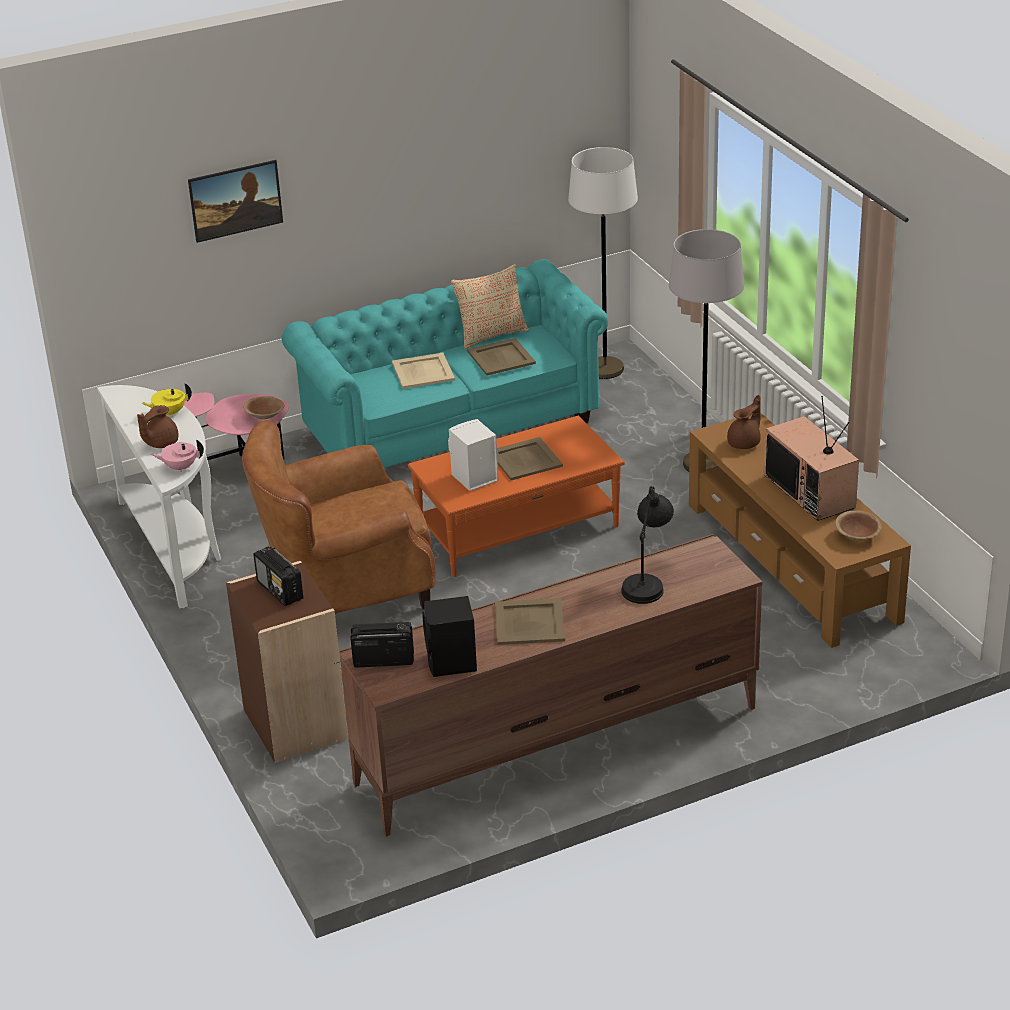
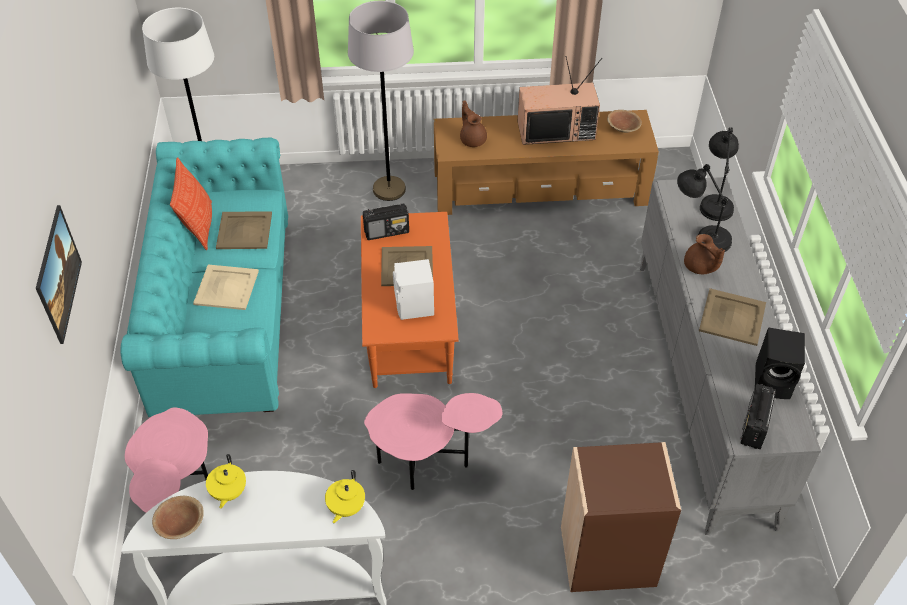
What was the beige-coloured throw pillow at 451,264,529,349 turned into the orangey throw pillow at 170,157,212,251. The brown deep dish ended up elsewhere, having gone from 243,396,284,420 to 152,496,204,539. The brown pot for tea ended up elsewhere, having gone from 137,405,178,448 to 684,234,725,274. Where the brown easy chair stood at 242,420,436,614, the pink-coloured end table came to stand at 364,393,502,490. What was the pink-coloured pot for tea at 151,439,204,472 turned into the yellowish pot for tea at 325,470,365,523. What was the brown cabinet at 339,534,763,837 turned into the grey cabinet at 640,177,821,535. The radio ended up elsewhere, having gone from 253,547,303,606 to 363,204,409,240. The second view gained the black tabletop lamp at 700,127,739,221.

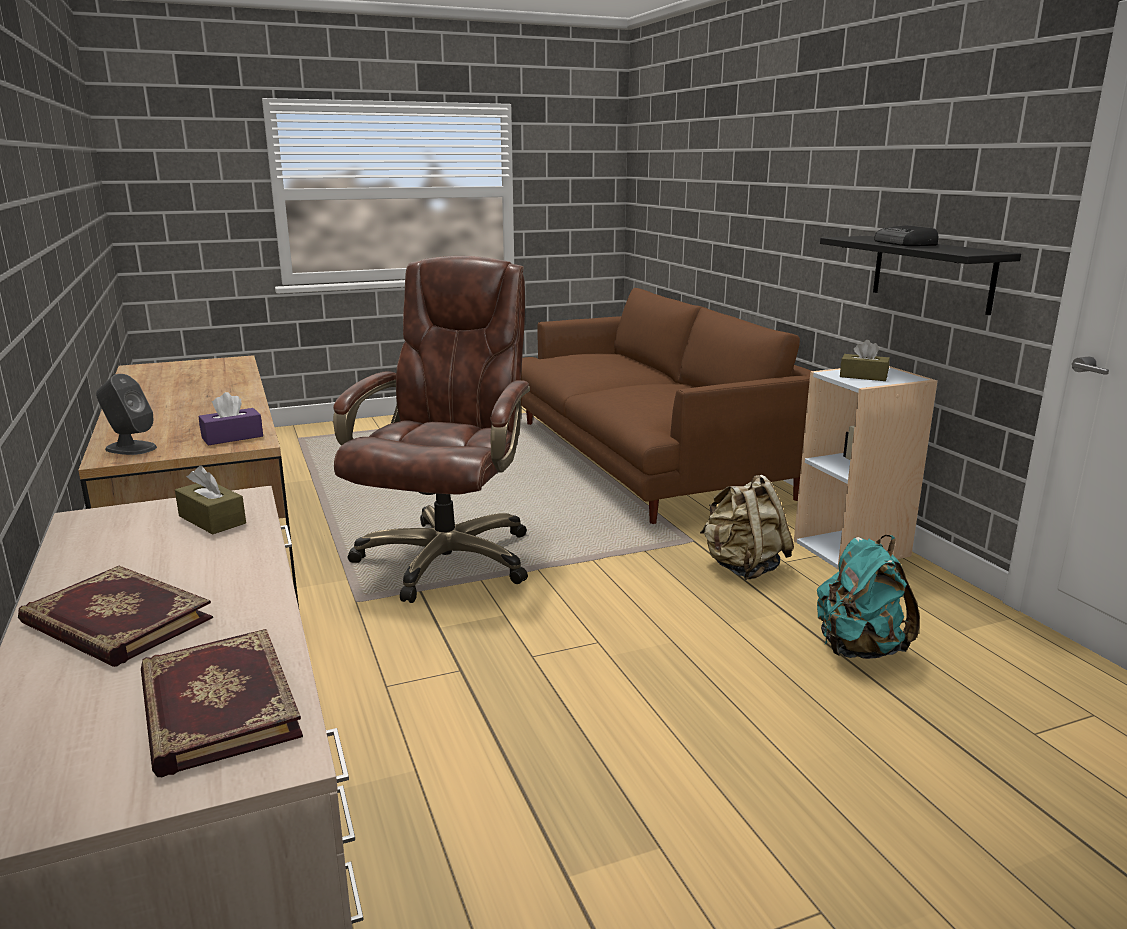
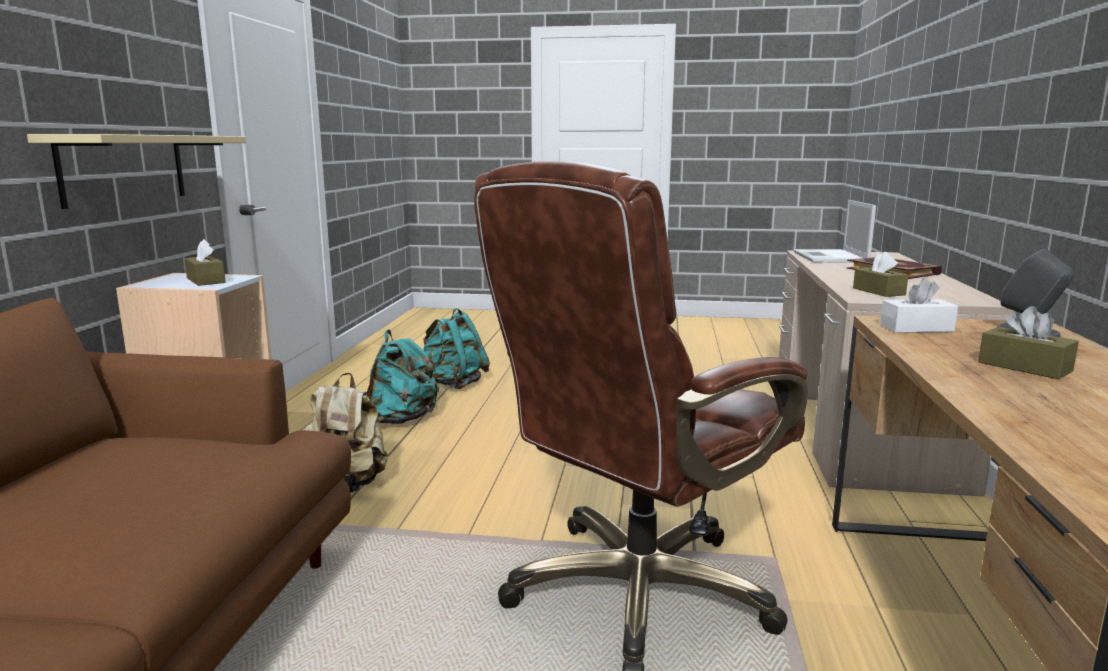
The second view lost the radio at 874,225,938,246. What was the black shelf at 820,236,1021,315 turned into the beige-coloured shelf at 27,134,246,209. What was the purple tissue holder at 198,392,263,445 turned into the white tissue holder at 880,278,958,333. Where the volume stood at 141,629,303,777, the notebook computer came to stand at 793,200,876,263. The second view gained the brown tissue holder at 978,306,1079,379. The second view gained the blue-green backpack at 423,308,490,389.

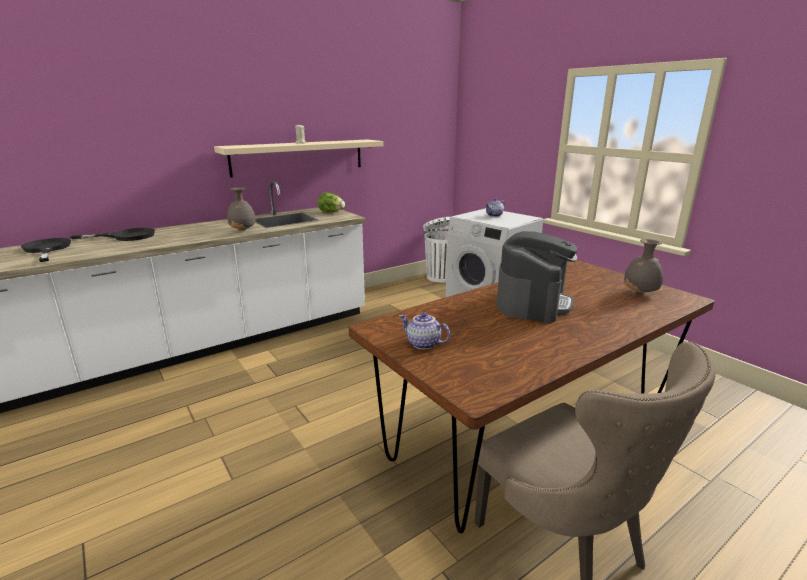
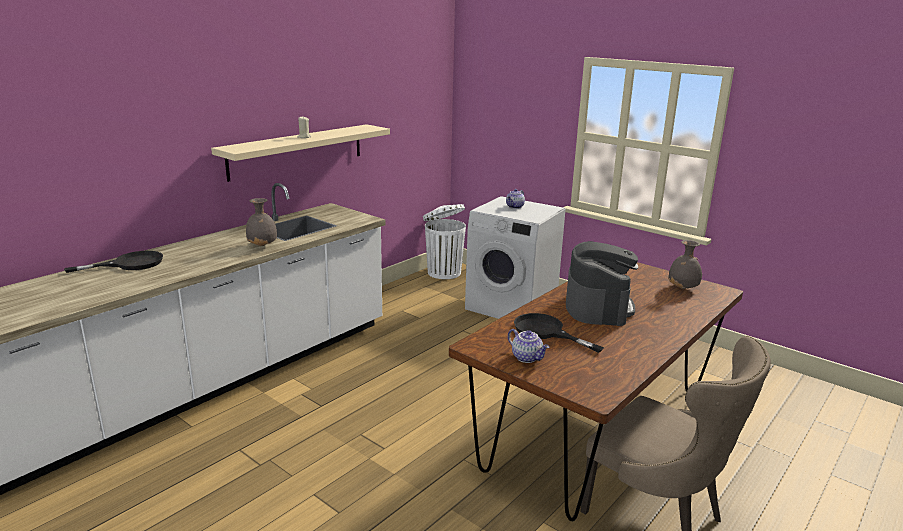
The second view lost the head of lettuce at 318,193,345,212. The black pan ended up elsewhere, having gone from 21,238,71,262 to 514,313,604,353. The pot for tea at 399,313,450,349 ended up facing another way, 150 degrees counterclockwise from before.

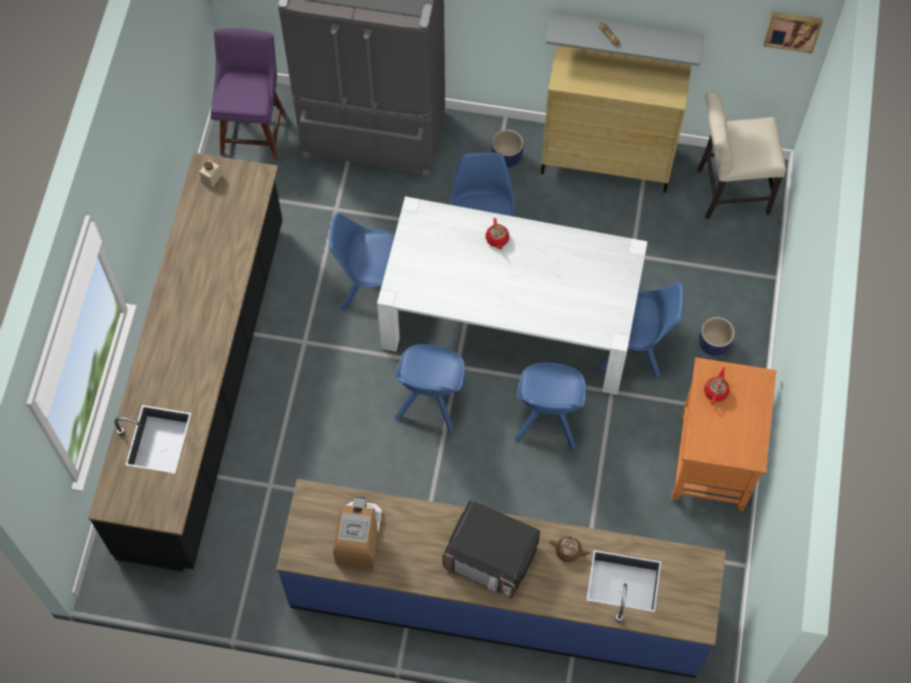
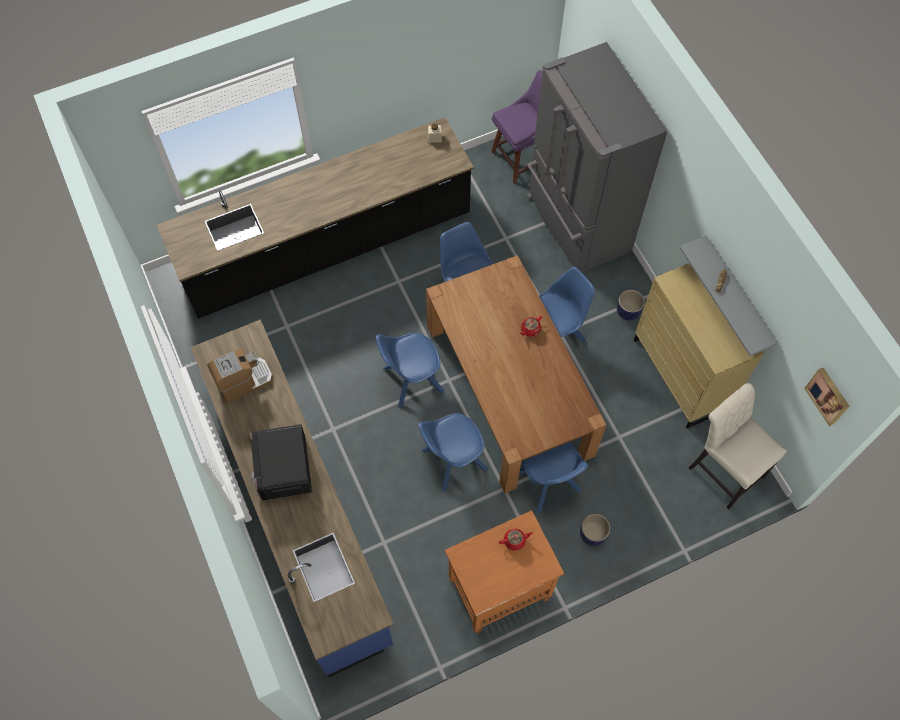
What was the white dinner table at 377,196,648,395 turned into the brown dinner table at 426,255,607,493. The second view lost the brown pot for tea at 550,536,591,563.

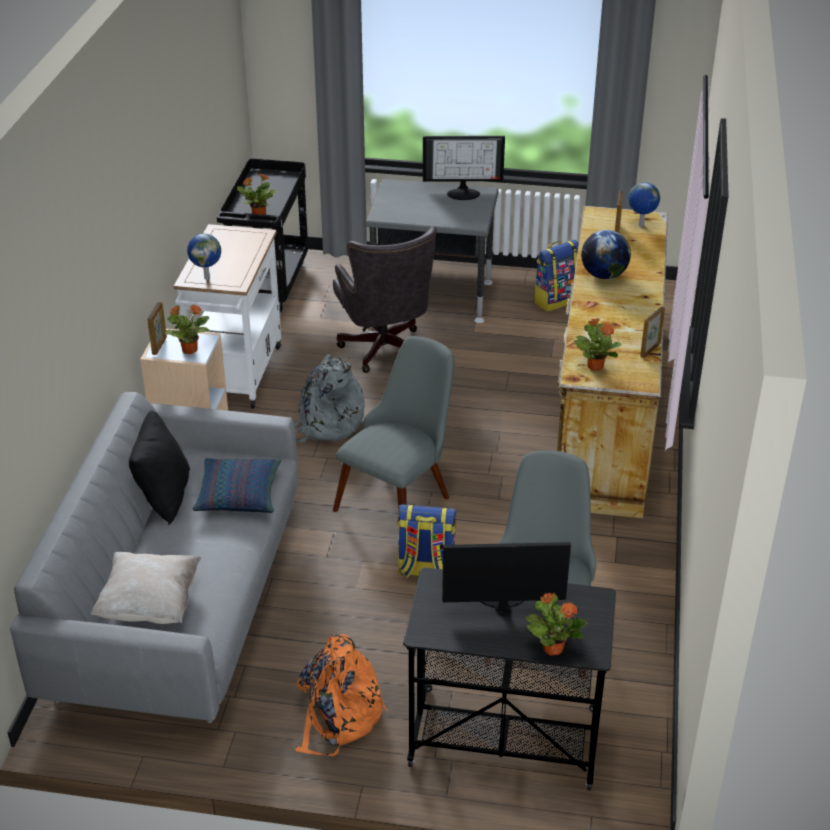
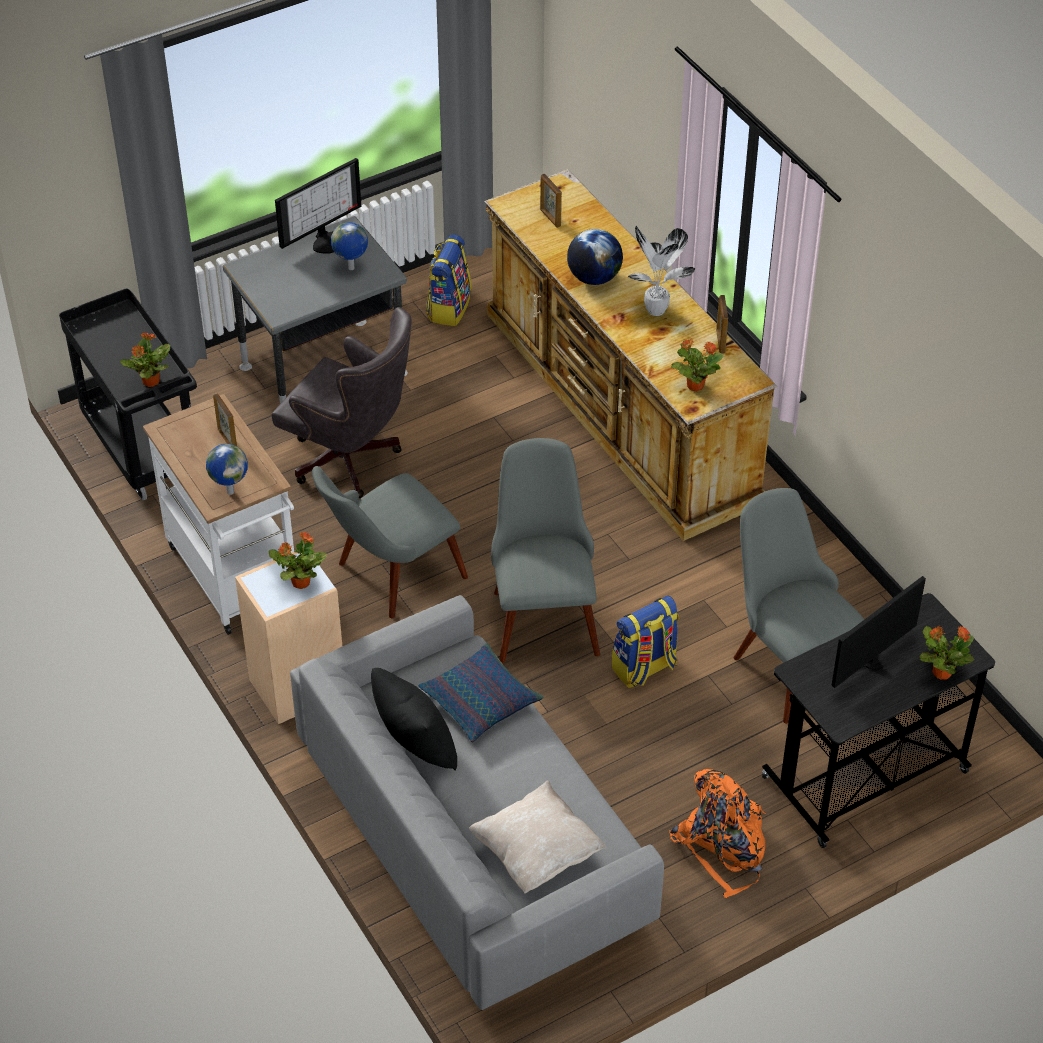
The globe ended up elsewhere, having gone from 628,182,660,227 to 331,222,368,270. The standing frame ended up elsewhere, having gone from 147,302,167,355 to 213,393,237,446. Where the grey backpack stood at 294,354,365,443, the grey upright chair came to stand at 312,466,468,618. The second view gained the houseplant at 628,226,695,316.

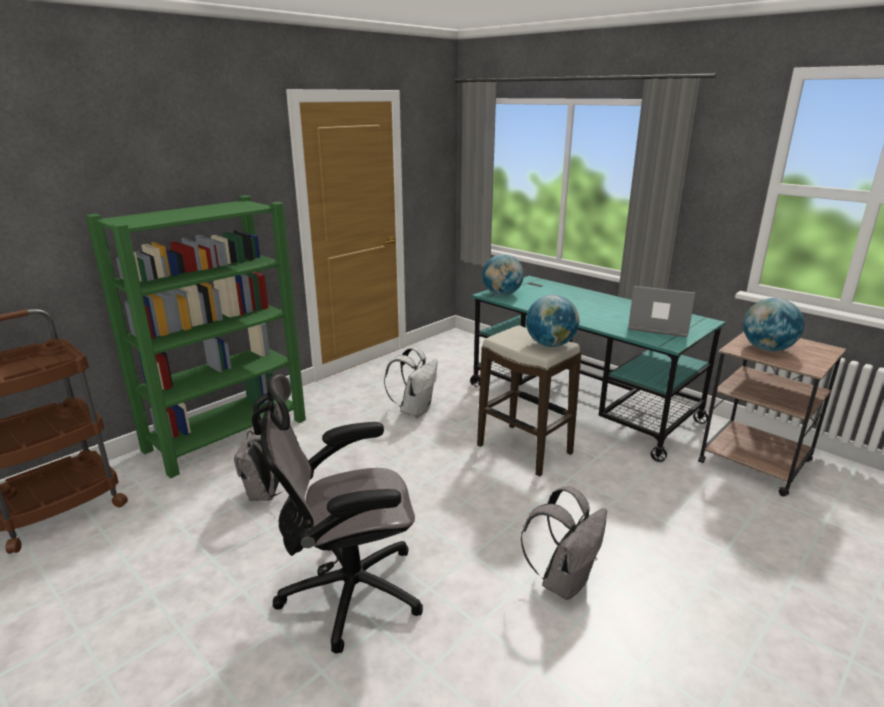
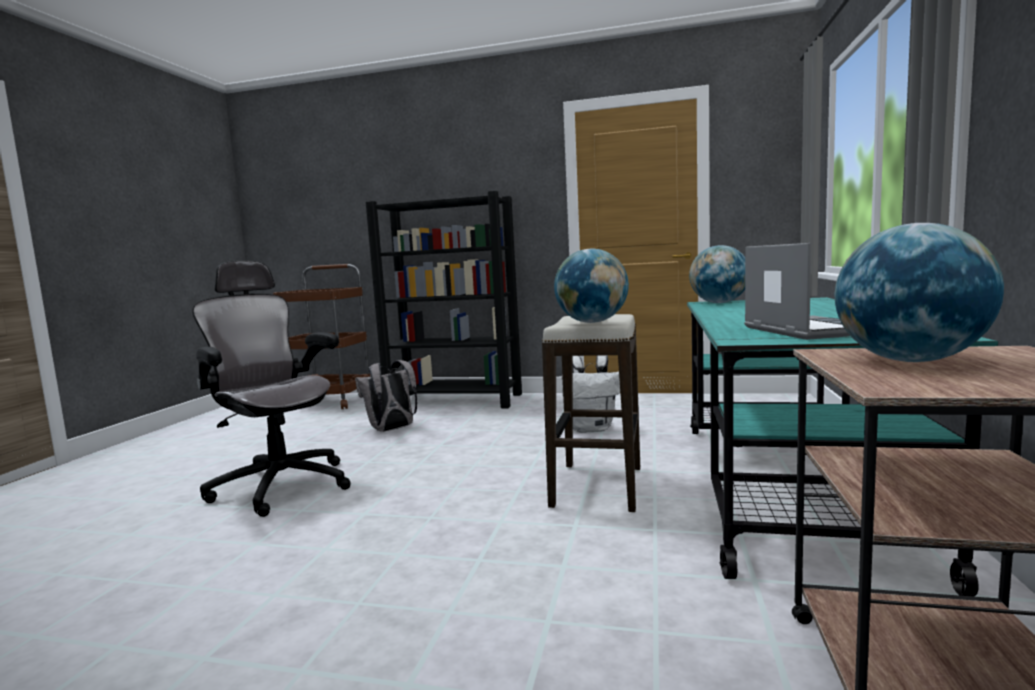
What was the green-coloured bookcase at 86,195,306,478 turned into the black bookcase at 366,190,522,408. The second view lost the grey backpack at 521,486,607,600.

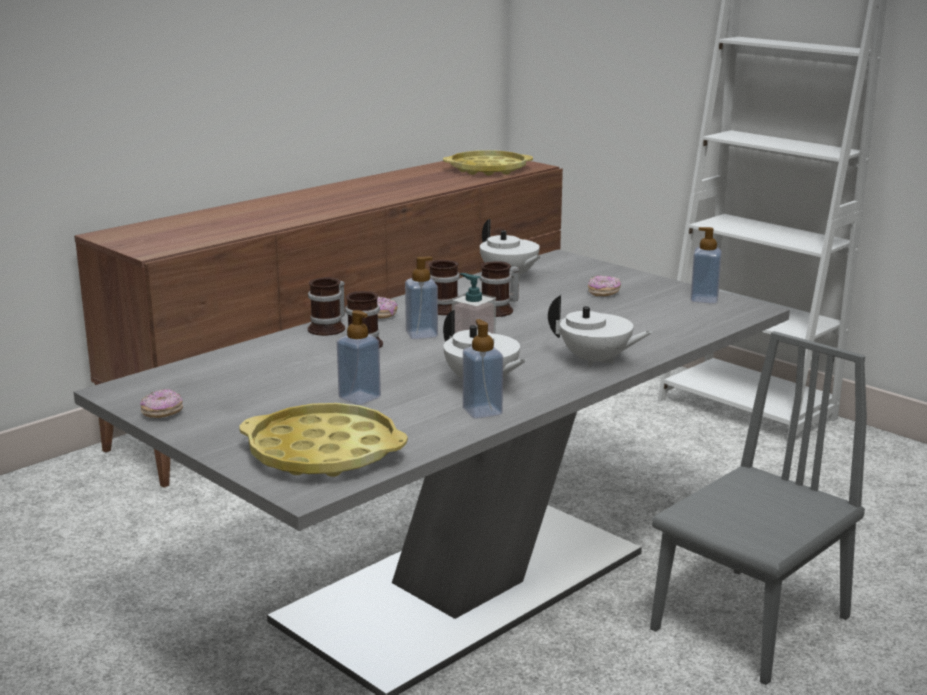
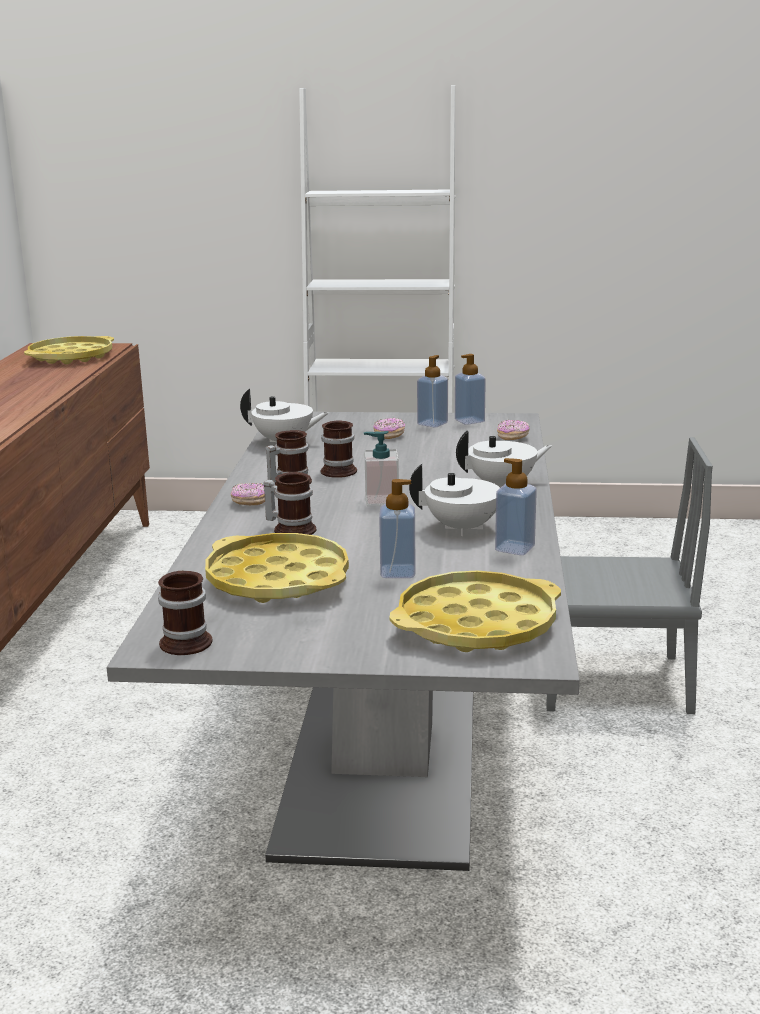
The soap dispenser ended up elsewhere, having gone from 405,257,438,339 to 417,355,448,427. The mug ended up elsewhere, having gone from 308,277,345,336 to 158,571,212,655. The grey upright chair at 650,331,867,685 ended up facing another way, 90 degrees clockwise from before. The doughnut ended up elsewhere, having gone from 140,389,183,418 to 497,420,530,440. The second view gained the yellowish tray at 205,533,349,603.

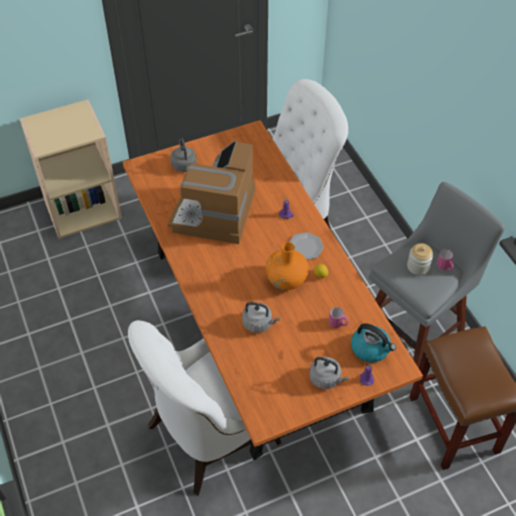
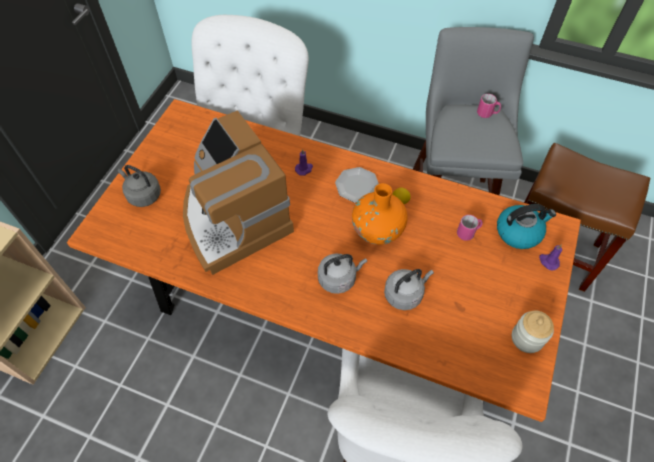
The storage jar ended up elsewhere, having gone from 407,243,433,275 to 512,311,554,353. The grey tea kettle ended up elsewhere, having gone from 309,357,349,389 to 318,253,367,294.

